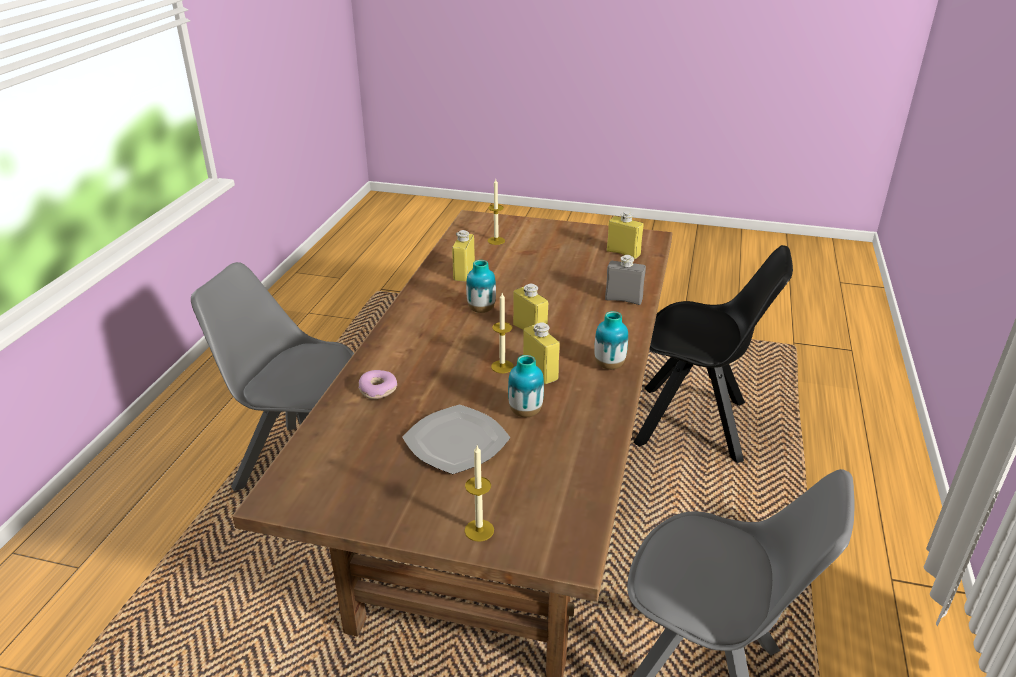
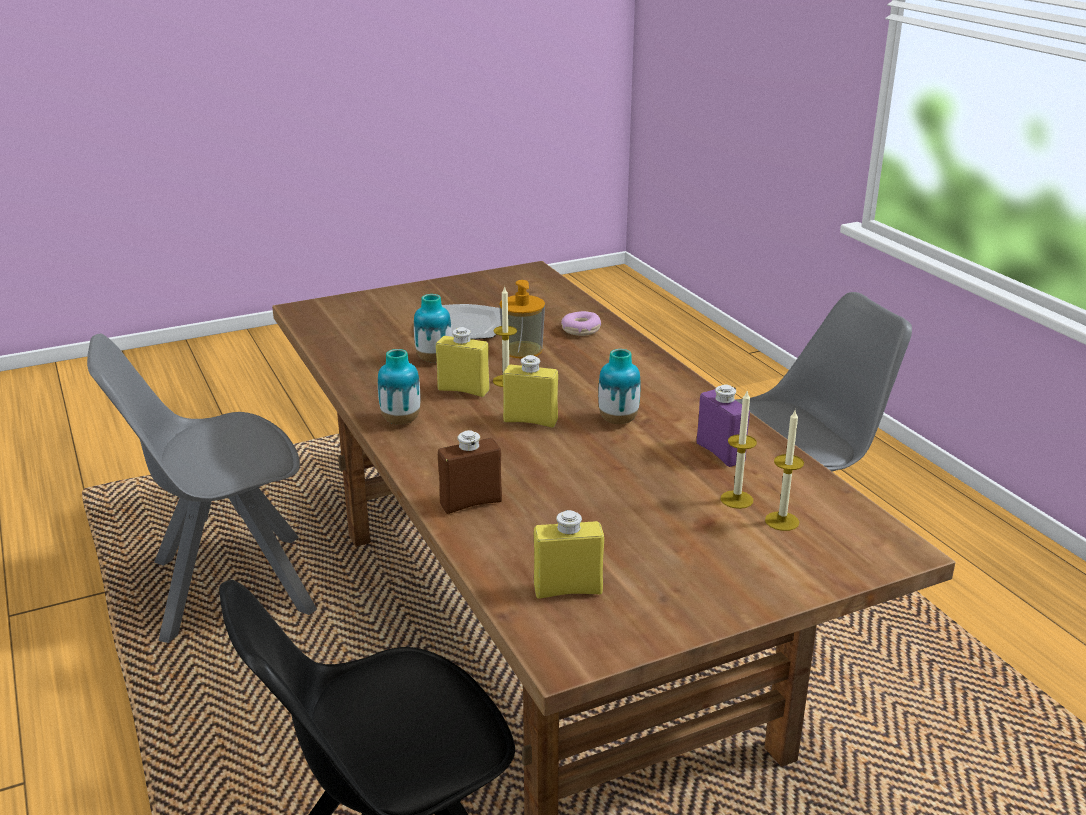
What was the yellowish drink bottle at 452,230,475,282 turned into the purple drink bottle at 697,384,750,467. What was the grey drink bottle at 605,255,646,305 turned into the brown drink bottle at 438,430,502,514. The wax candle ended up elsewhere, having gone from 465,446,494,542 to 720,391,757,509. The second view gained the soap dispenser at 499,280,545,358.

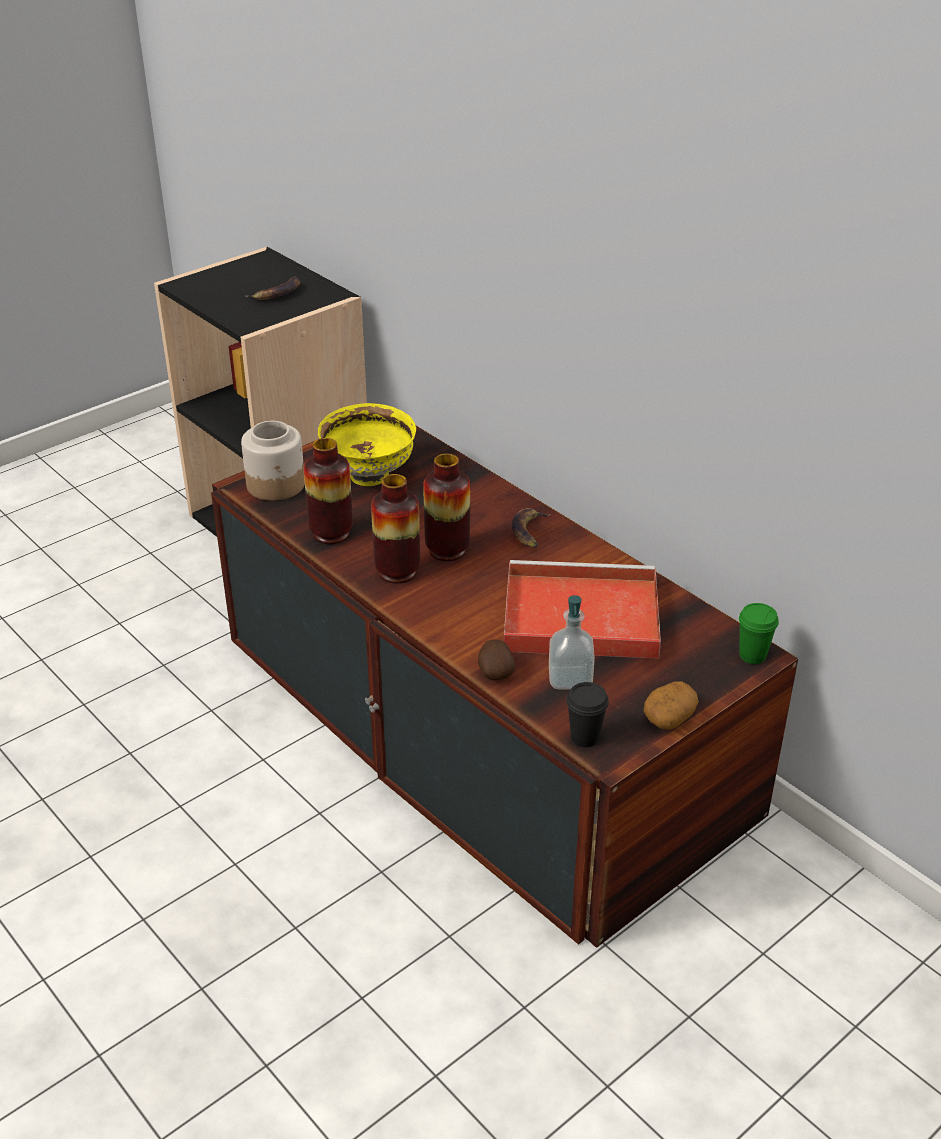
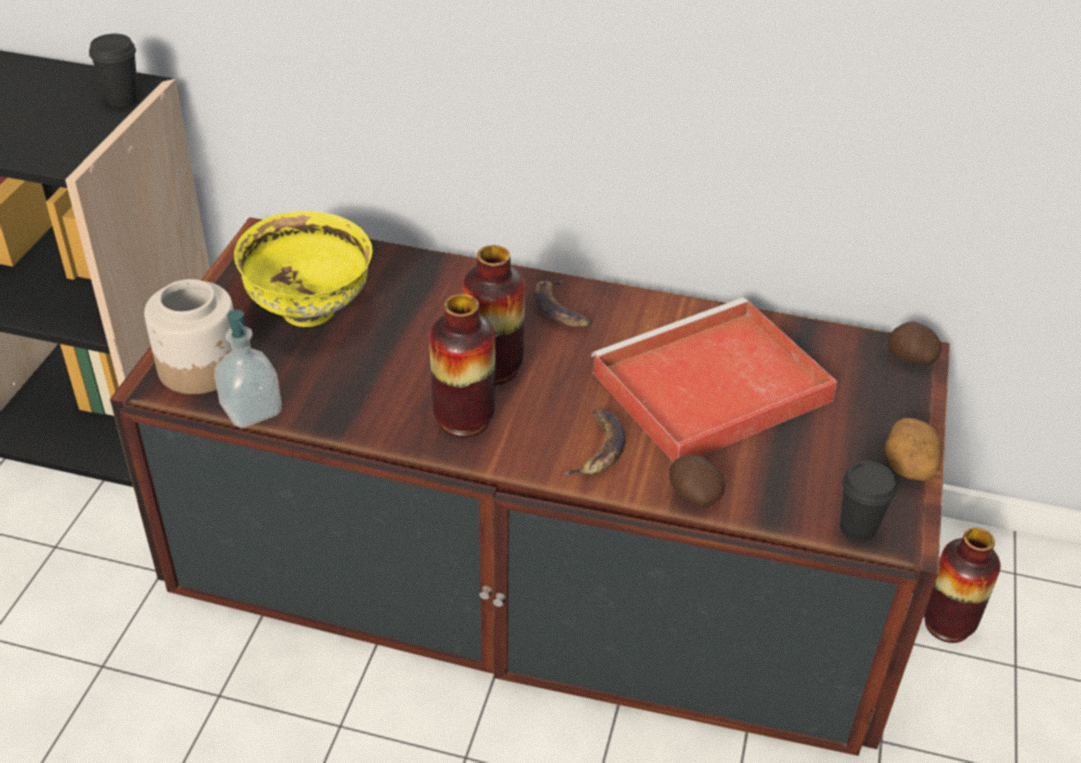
The whole banana ended up elsewhere, having gone from 244,277,300,300 to 562,409,625,476. The flower vase ended up elsewhere, having gone from 304,438,353,544 to 924,527,1001,643. The soap dispenser ended up elsewhere, having gone from 549,595,595,690 to 214,310,281,428. Where the green-coloured cup stood at 739,603,779,664, the potato came to stand at 888,321,942,366. The second view gained the black cup at 89,34,138,107.

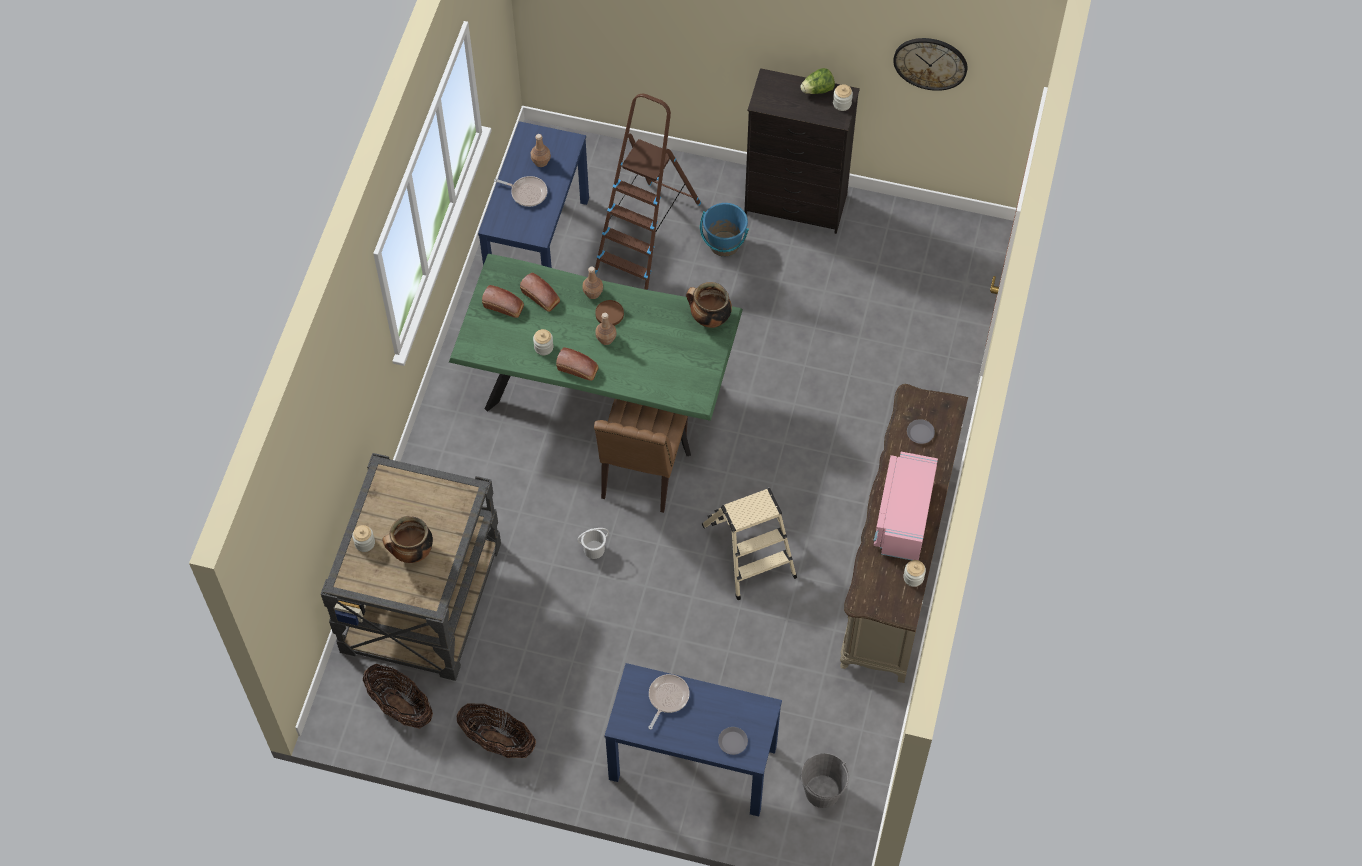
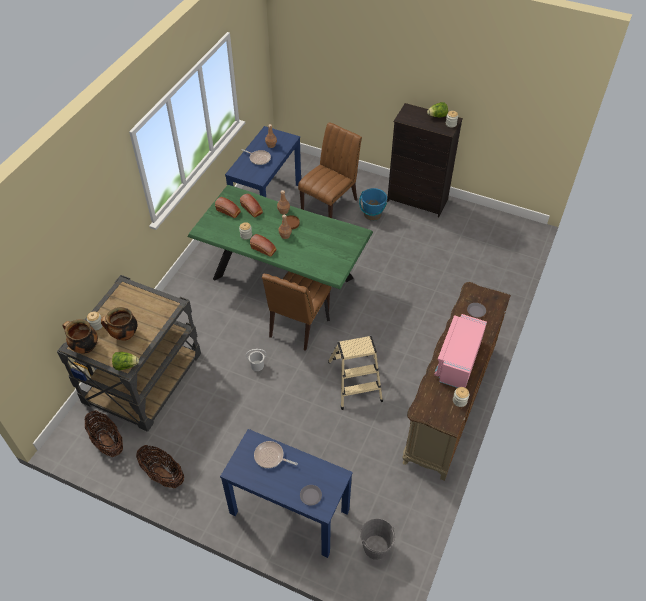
The second view lost the hanging clock at 893,38,967,91. Where the brown step ladder stood at 595,94,701,290, the brown upright chair came to stand at 298,122,362,218. The cooking pot ended up elsewhere, having gone from 686,282,732,328 to 63,319,98,354. The pan at 648,674,690,730 ended up facing another way, 105 degrees counterclockwise from before. The second view gained the head of lettuce at 112,352,139,370.

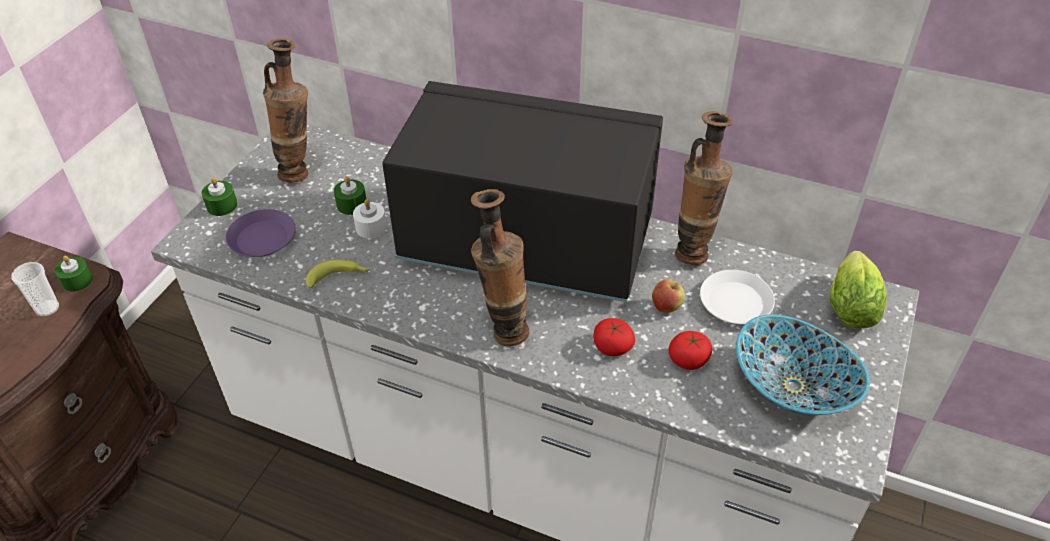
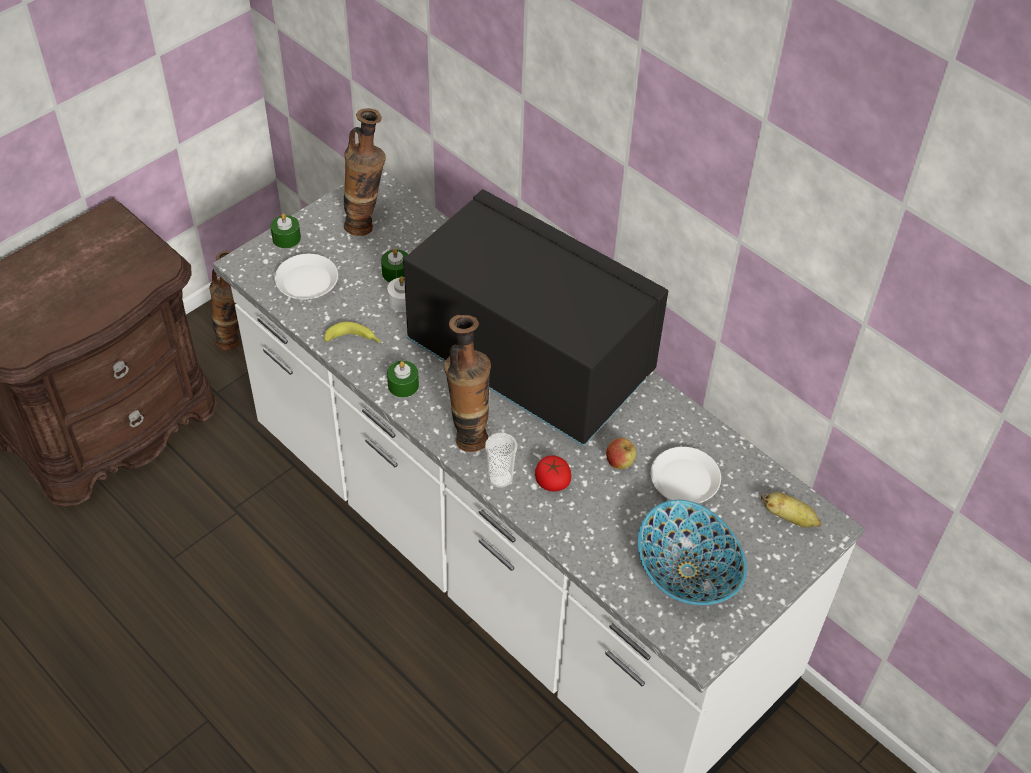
The flower vase ended up elsewhere, having gone from 675,111,733,265 to 209,251,239,350. What was the purple dinner plate at 226,209,295,257 turned into the white dinner plate at 275,254,338,300. Where the head of lettuce stood at 829,251,887,328, the whole banana came to stand at 761,492,821,528. The green-coloured wax candle ended up elsewhere, having gone from 55,256,93,292 to 387,361,419,398. The cup ended up elsewhere, having gone from 11,262,59,317 to 485,433,517,488. The second view lost the whole tomato at 669,331,712,370.

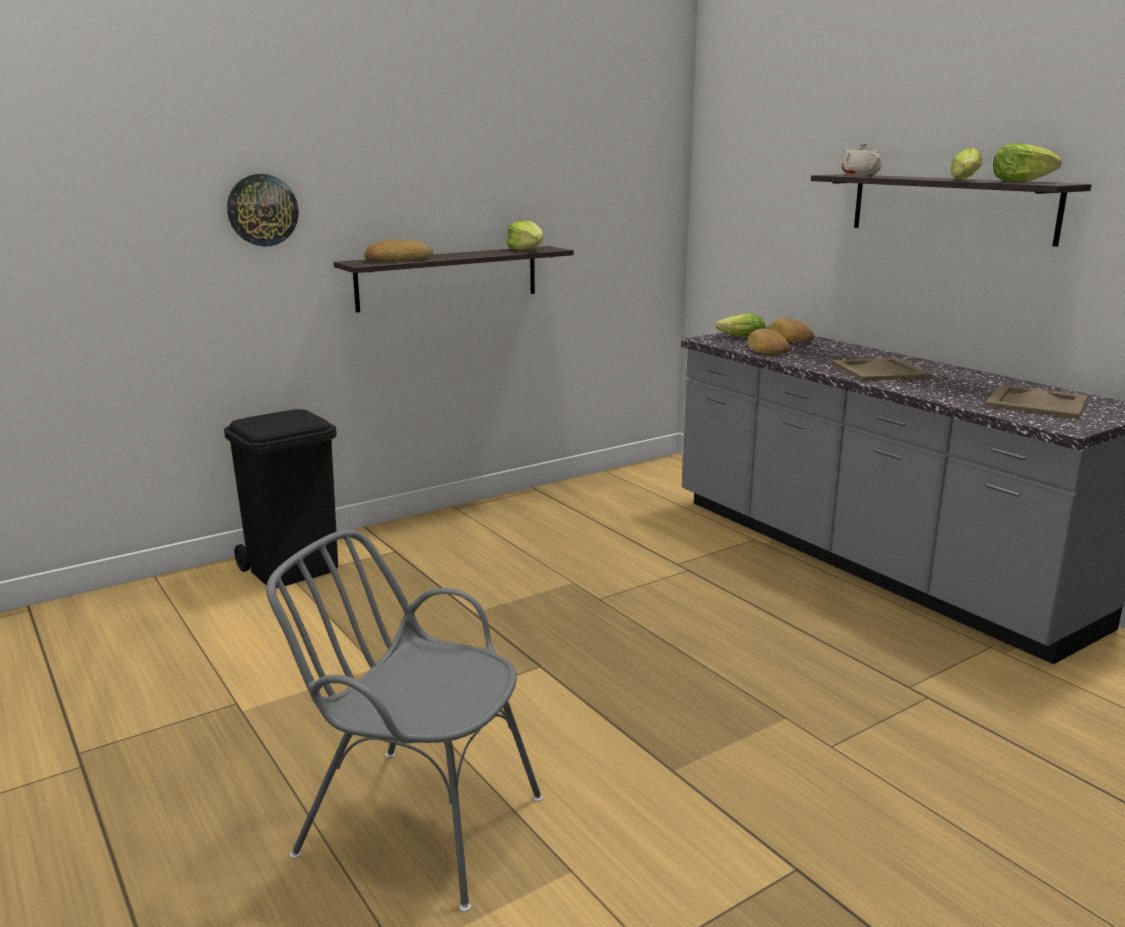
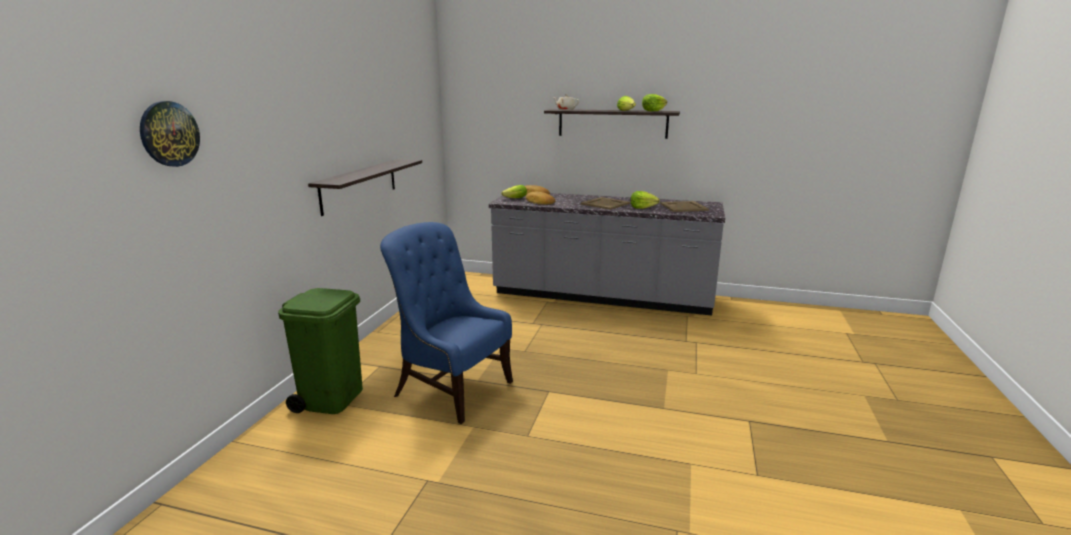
The hanging clock ended up elsewhere, having gone from 227,174,299,246 to 140,101,200,167. The head of lettuce ended up elsewhere, having gone from 507,220,543,250 to 631,191,660,209. The second view lost the baked bread at 364,240,433,262. What was the black trash can at 224,409,338,588 turned into the green-coloured trash can at 278,288,363,414. The second view lost the grey upright chair at 266,530,543,912. The second view gained the bluish upright chair at 380,222,513,424.

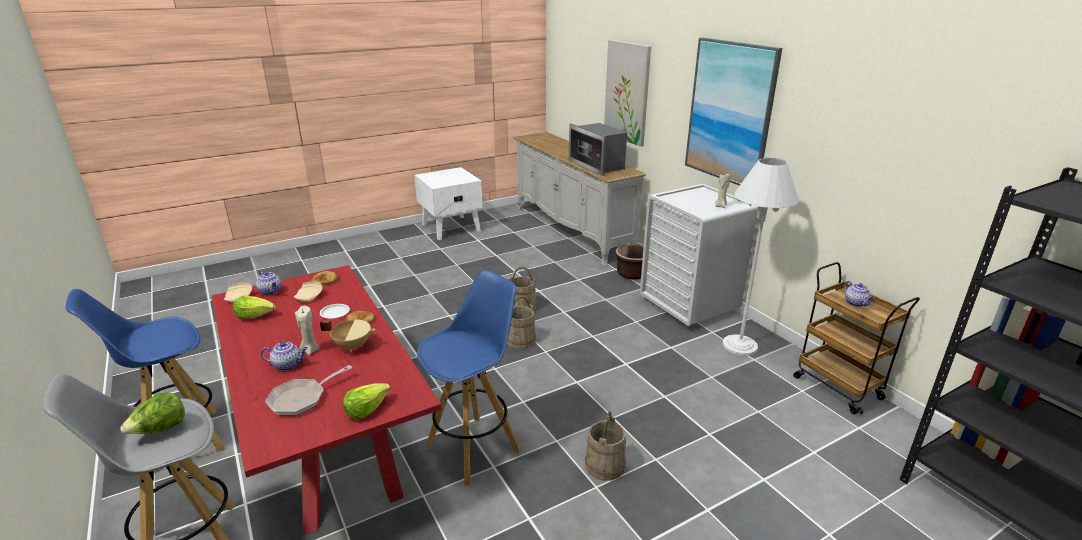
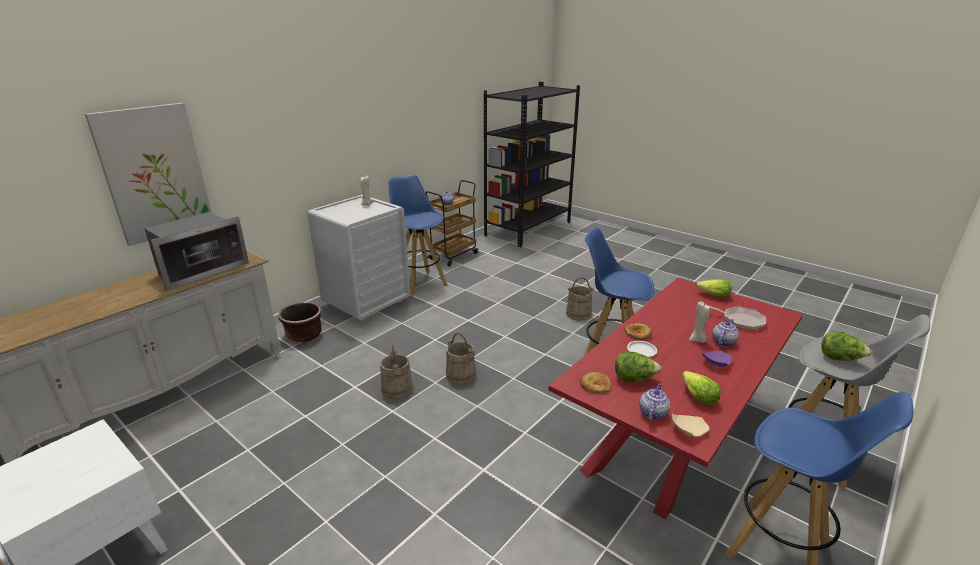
The second view lost the picture at 685,37,782,186. Where the white standing lamp stood at 722,158,799,356, the bluish sitting stool came to stand at 389,174,447,296. Where the beige-coloured dinner plate stood at 293,282,322,302, the head of lettuce came to stand at 615,352,661,383. The second view lost the beige-coloured cooking pot at 320,319,375,352. The pot for tea at 261,342,308,371 ended up facing another way, 60 degrees clockwise from before. The second view gained the purple dinner plate at 702,350,732,367.

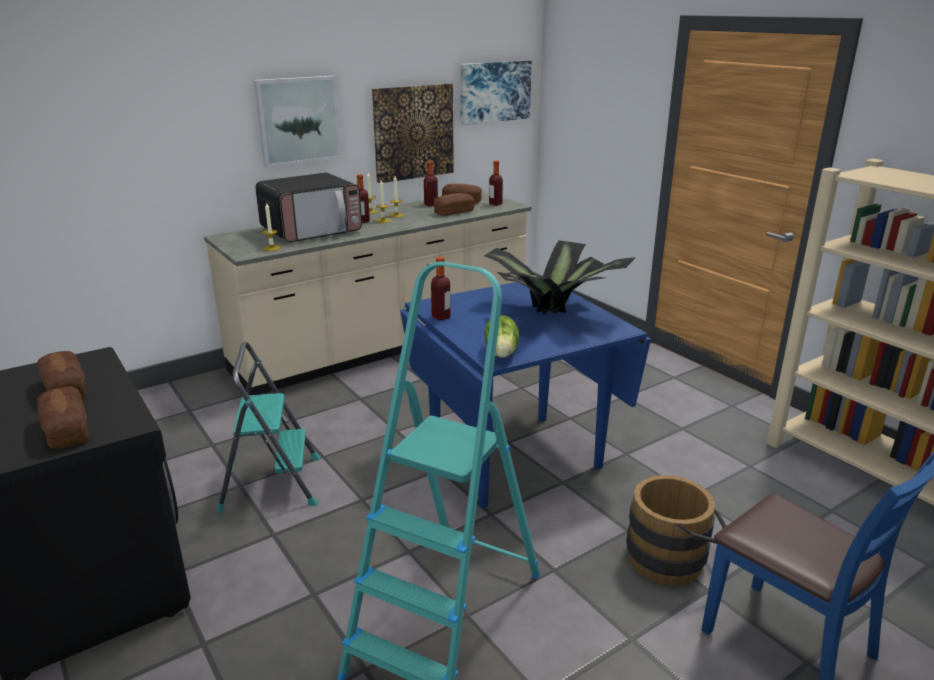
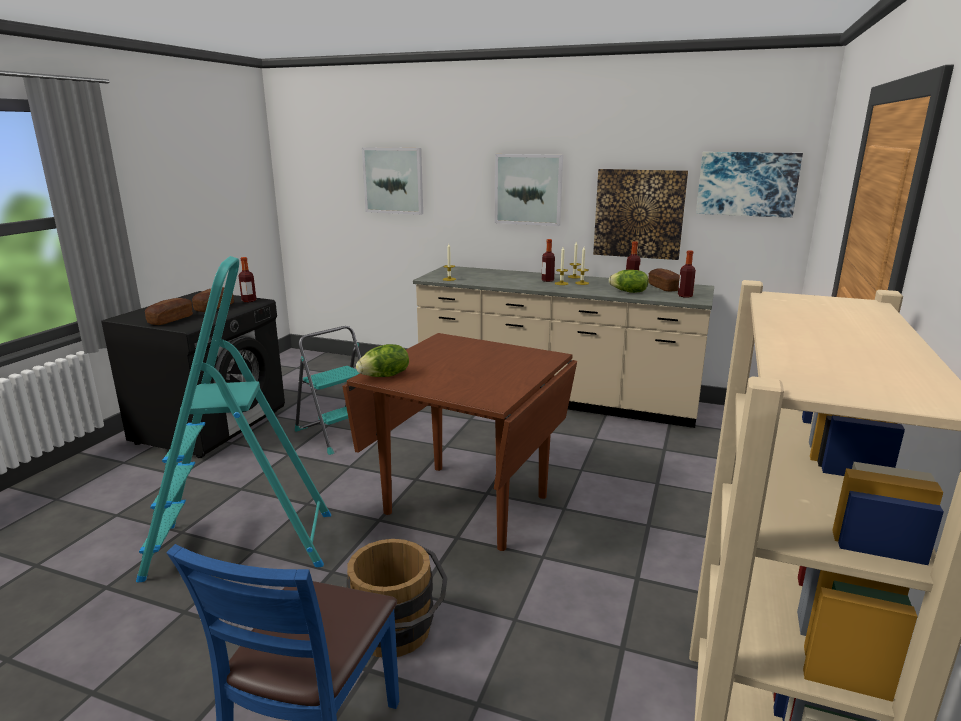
The second view lost the kitchen microwave at 255,173,362,242. Where the baked bread stood at 434,193,474,216, the head of lettuce came to stand at 609,270,648,293. The second view lost the houseplant at 484,240,636,316. The drink bottle ended up elsewhere, having gone from 431,257,450,320 to 239,257,256,302. What was the bluish dinner table at 400,282,651,508 turned into the brown dinner table at 342,333,577,551. The second view gained the picture at 362,147,423,215.

